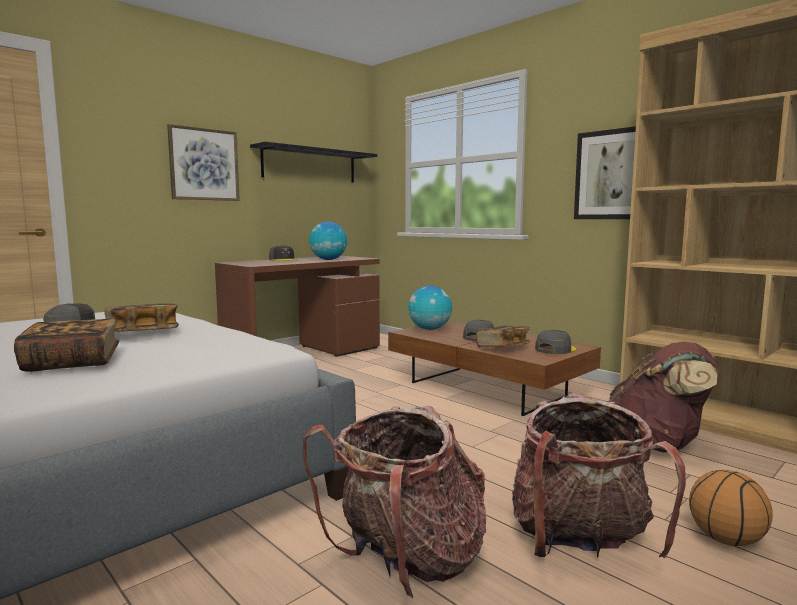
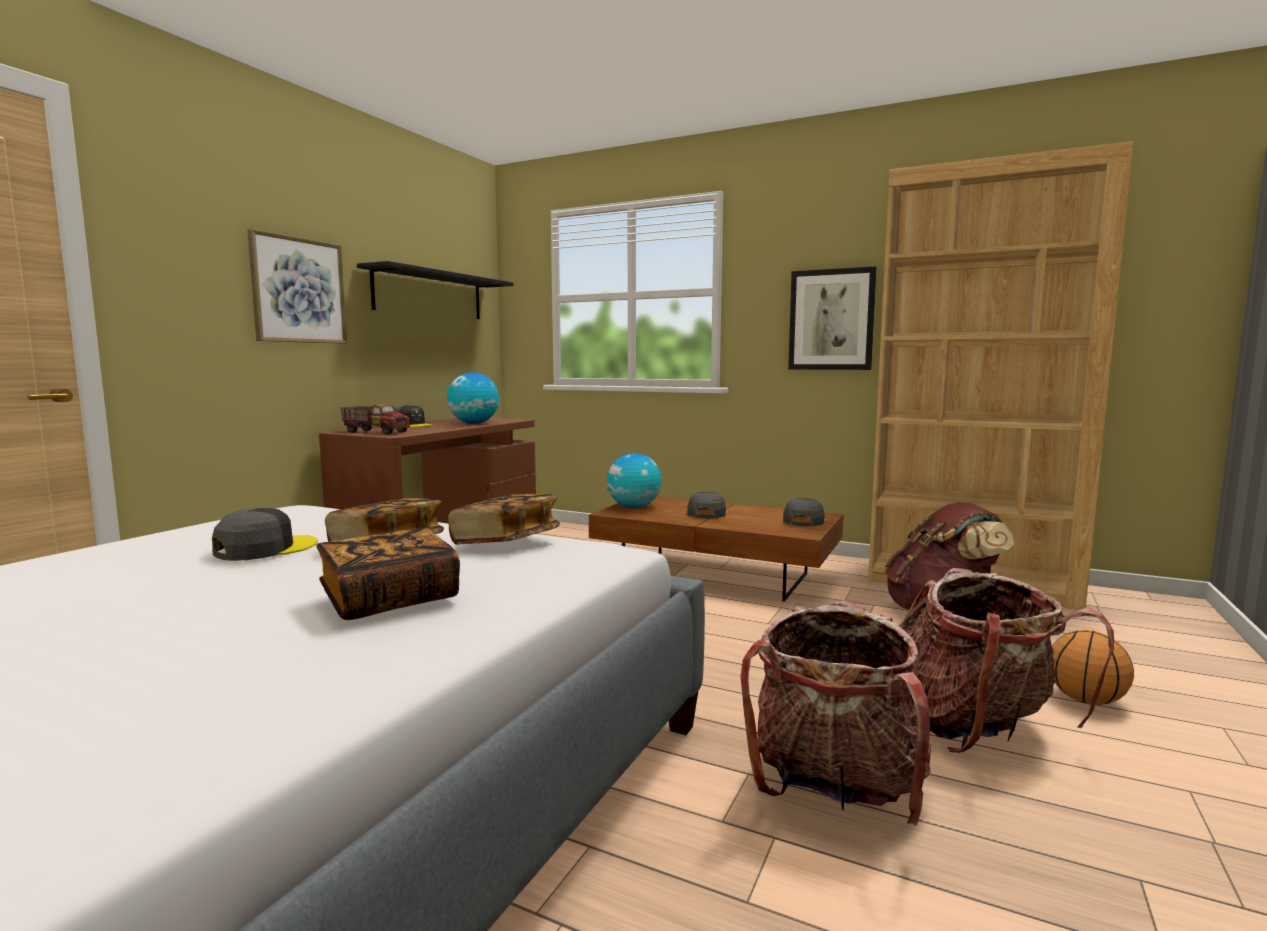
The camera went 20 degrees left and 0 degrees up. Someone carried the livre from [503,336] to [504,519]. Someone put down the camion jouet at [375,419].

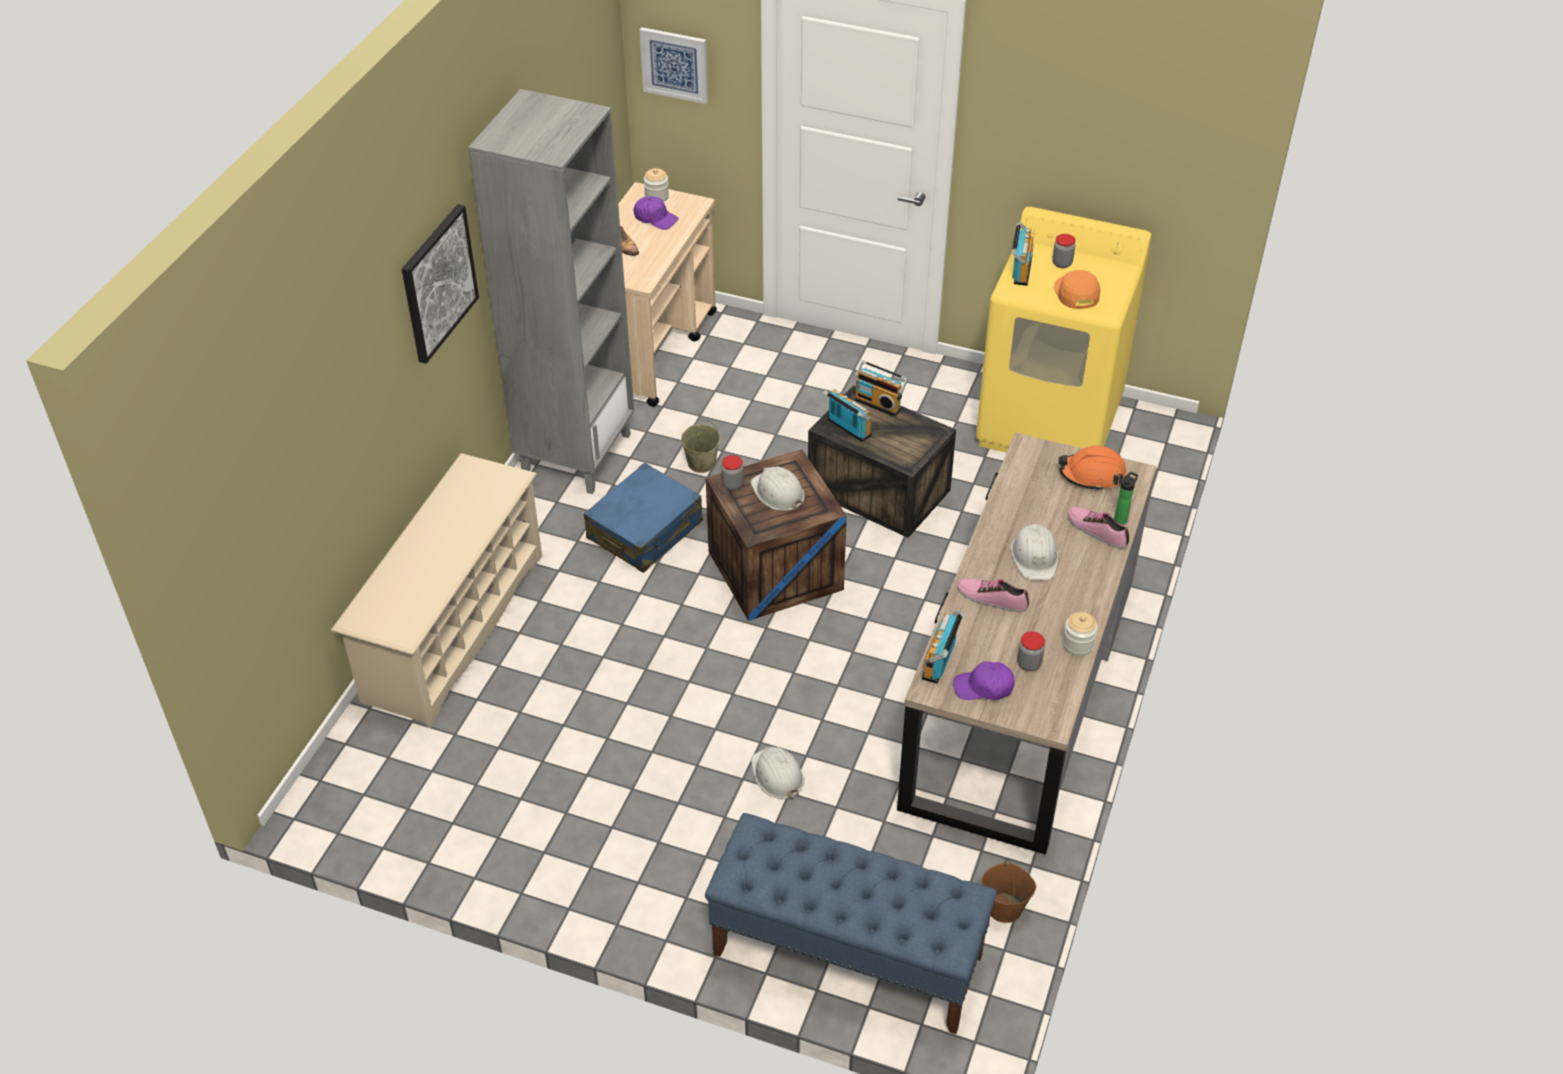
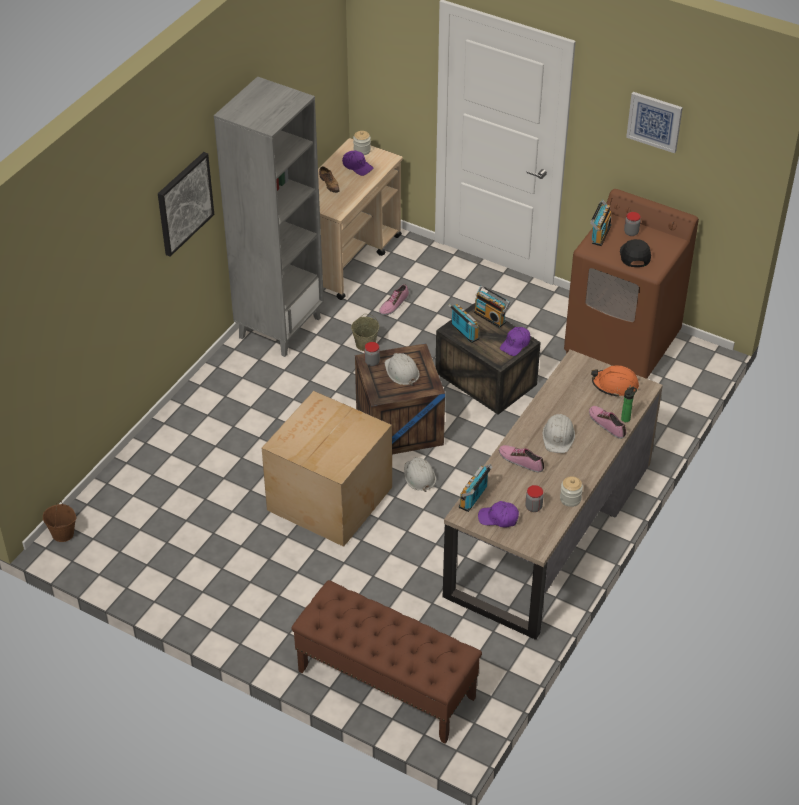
The camera went 10 degrees right and 0 degrees up. Someone carried the tableau from [673,65] to [654,122]. Someone repainted the lave-linge/jaune at [1064,330], which became the lave-linge/marron at [631,284]. Someone repainted the casquette/orange at [1077,289], which became the casquette/noir at [635,253]. Someone took away the étagère à chaussures/beige at [436,590]. Someone took away the valise/bleu at [643,518]. Someone carried the casque de chantier/blanc from [777,773] to [420,474]. Someone repainted the banc/bleu at [851,923], which became the banc/marron at [386,662]. Someone carried the seau/marron from [1009,891] to [59,522]. Someone put down the chaussure at [394,299]. Someone put down the casquette/violet at [515,341]. Someone put down the carton at [327,469].

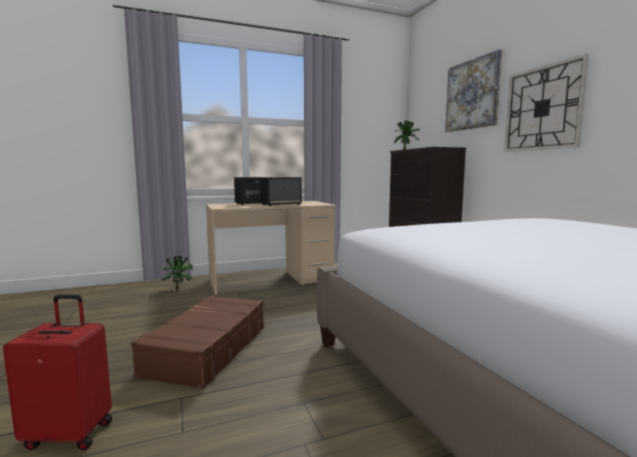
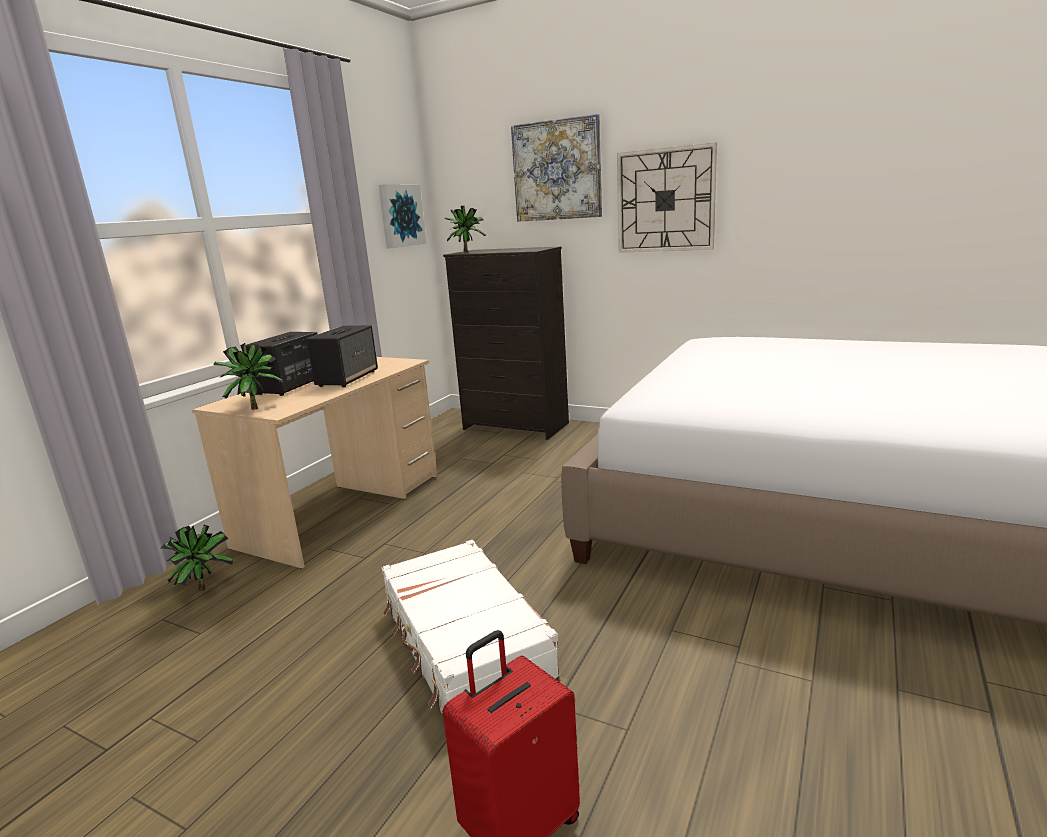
The camera went 40 degrees left and 10 degrees up. Someone repainted the valise/marron at [197,342], which became the valise/blanc at [470,626]. Someone put up the tableau at [402,216]. Someone put down the plante en pot at [248,376].

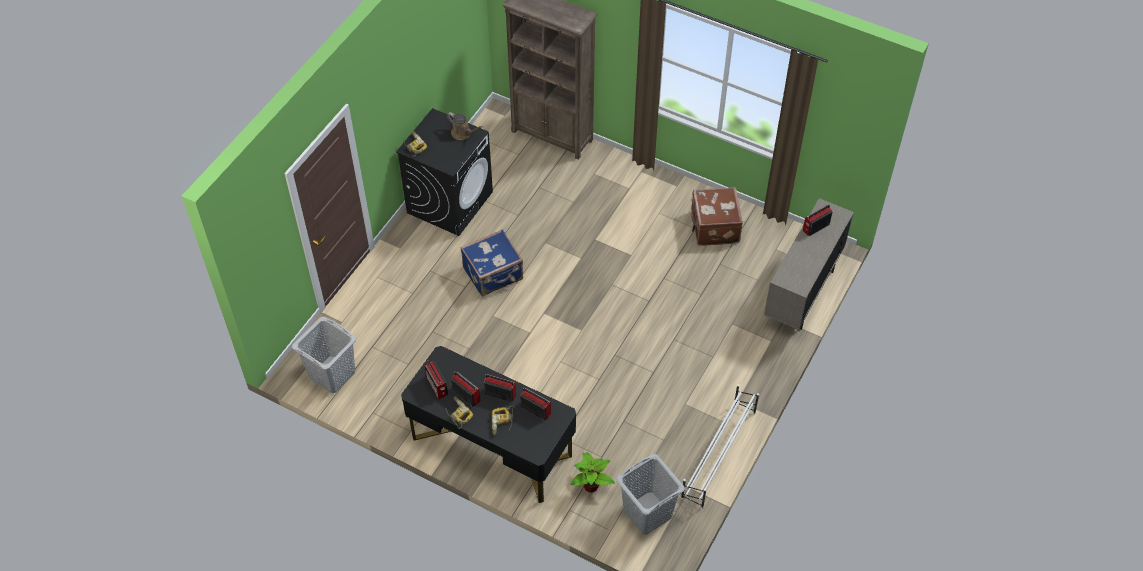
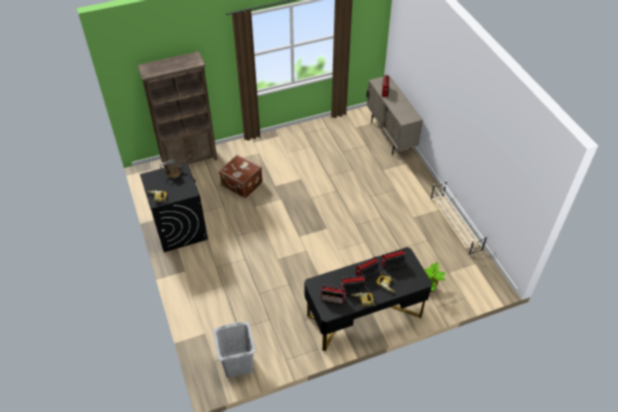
The camera went 50 degrees left and 5 degrees down. Someone carried the valise/marron from [717,216] to [241,176]. Someone took away the valise/bleu at [491,262]. Someone took away the panier à linge/gris at [650,494].

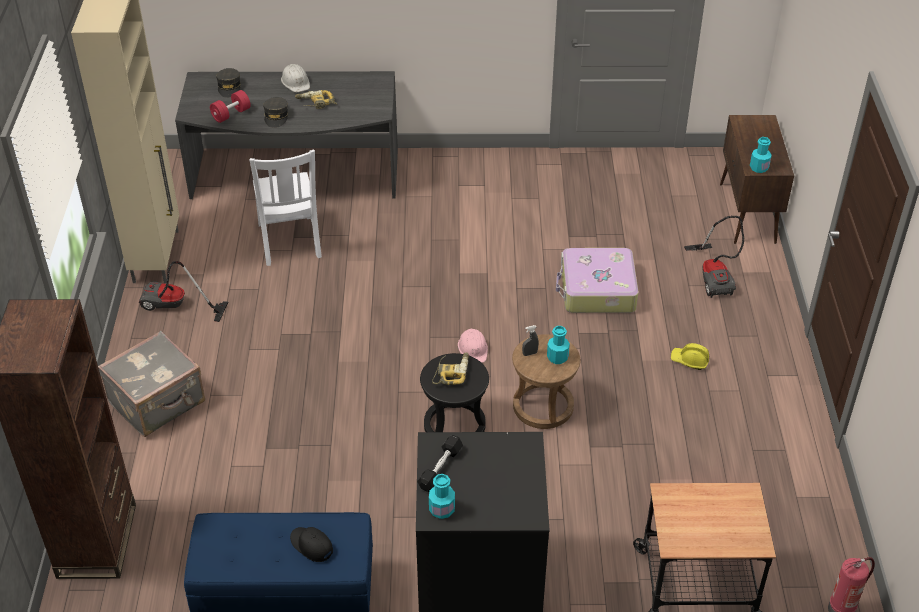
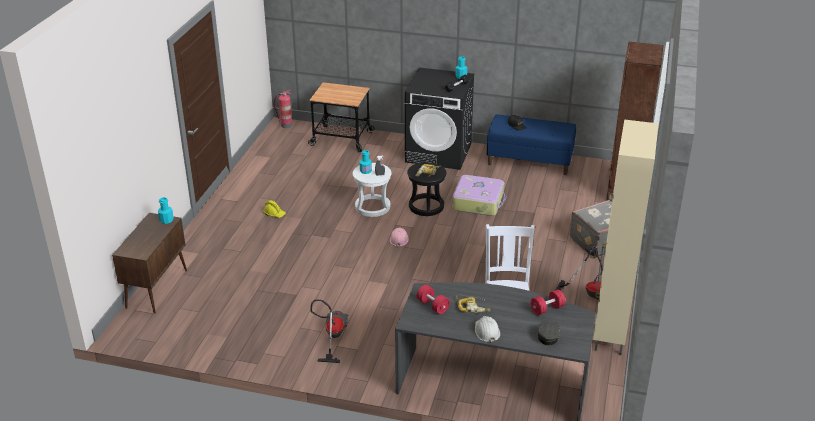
The camera went 165 degrees left and 10 degrees down. Someone took away the casquette/gris at [275,112]. Someone carried the aspirateur from [714,257] to [329,331]. Someone carried the valise from [597,280] to [479,195]. Someone repainted the tabouret/marron at [546,381], which became the tabouret/blanc at [372,190]. Someone put down the haltère/rouge at [433,299].

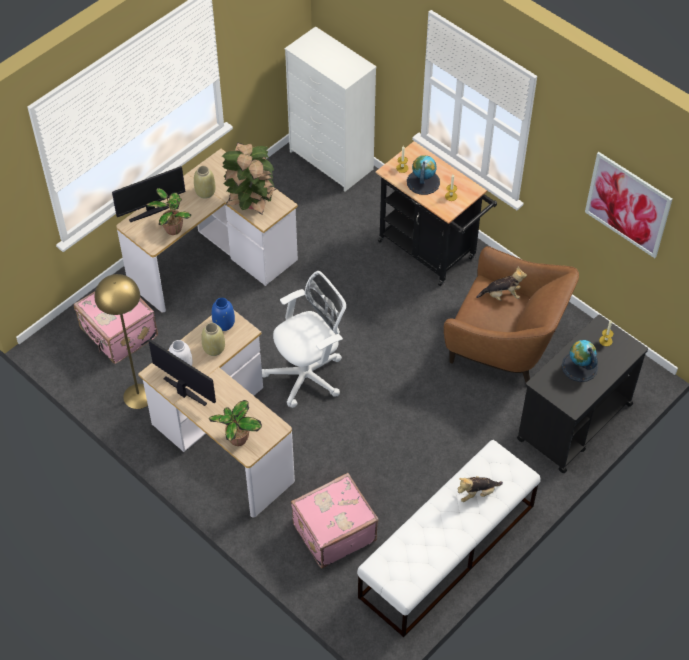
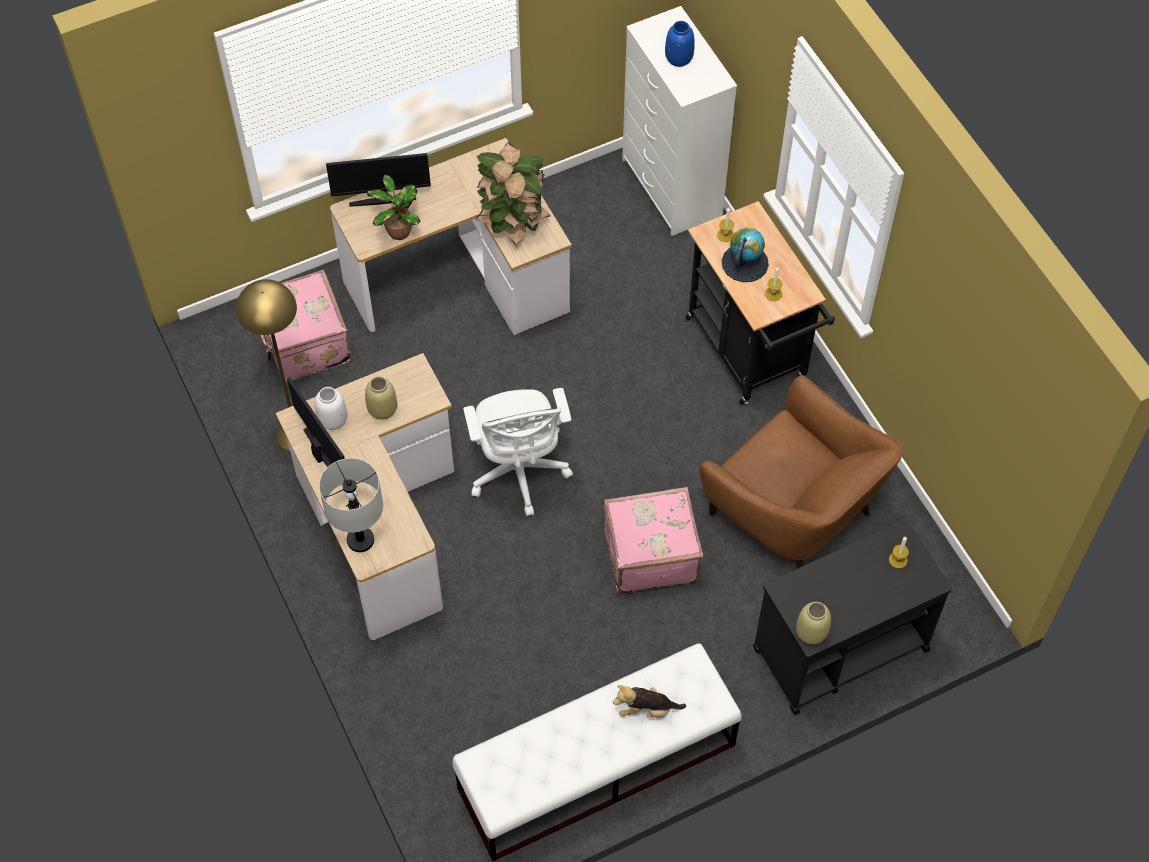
The camera went 20 degrees right and 5 degrees up. Someone took away the tableau at [628,205]. Someone carried the vase/beige from [205,182] to [813,623]. Someone took away the peluche at [501,284]. Someone rotated the chaise de bureau/blanc at [304,339] by 90 degrees clockwise. Someone carried the vase/bleu from [223,314] to [680,44]. Someone took away the globe at [580,361]. Someone swapped the plante en pot at [235,423] for the lampe de table/gris at [351,505]. Someone carried the valise/rose from [335,520] to [653,540].

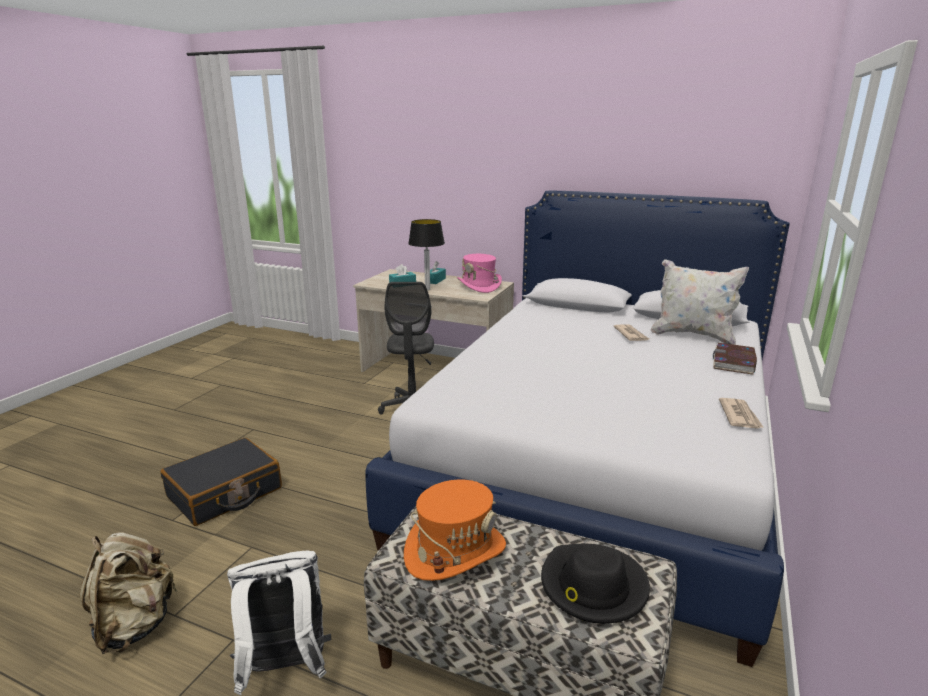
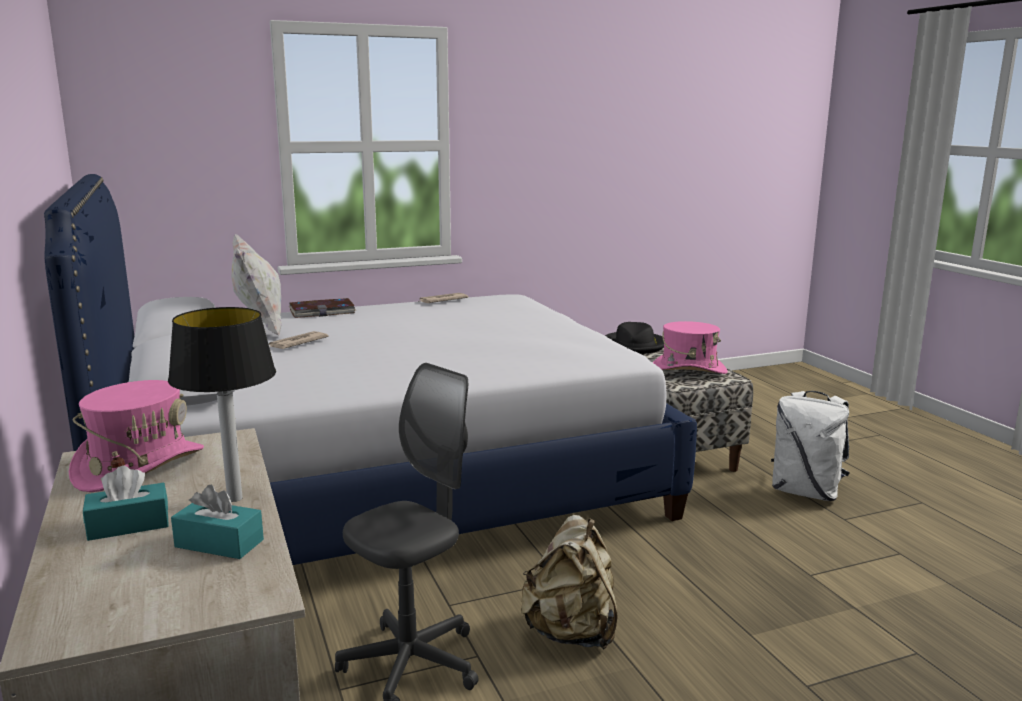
The camera went 135 degrees left and 5 degrees down. Someone took away the valise/noir at [221,482]. Someone repainted the chapeau/orange at [455,530], which became the chapeau/rose at [690,347]. Someone carried the sac à dos/beige from [129,593] to [569,582].

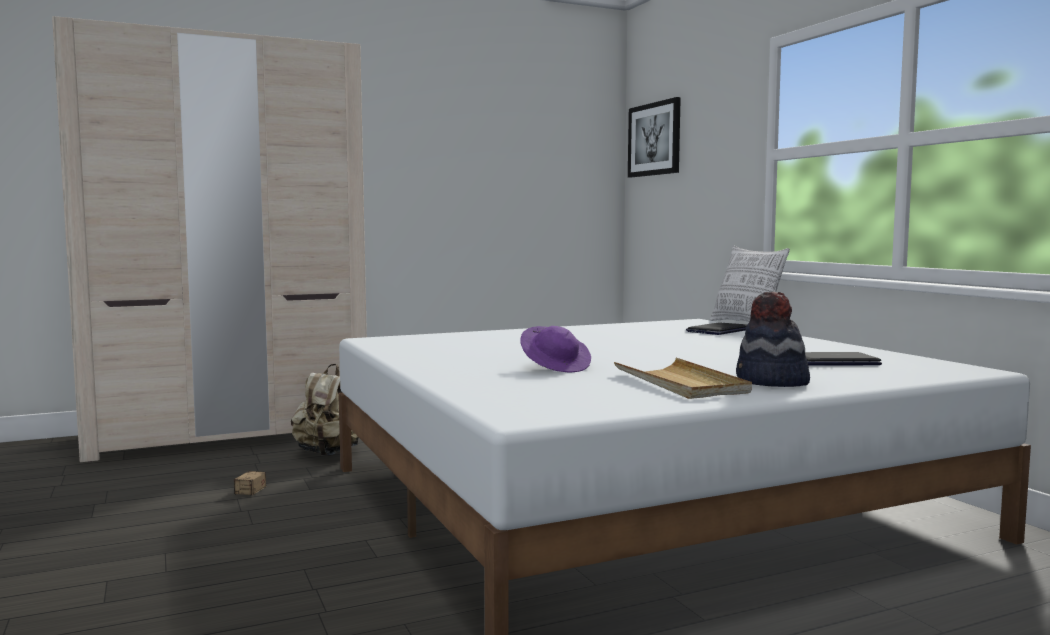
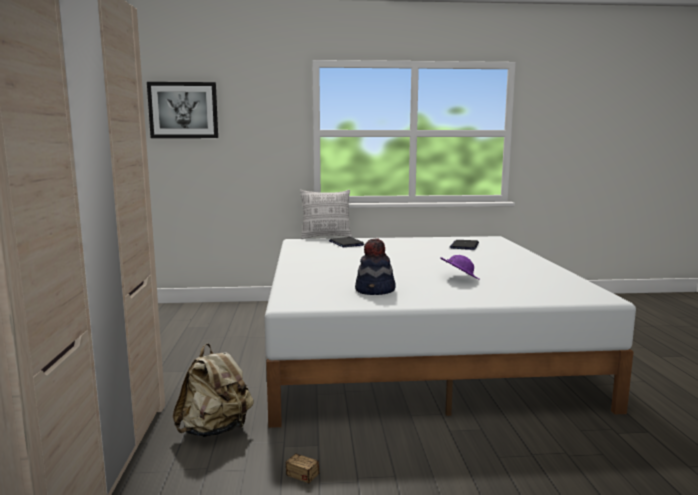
The camera went 70 degrees left and 5 degrees up. Someone carried the chapeau from [773,339] to [375,266]. Someone took away the plateau/beige at [683,378].

